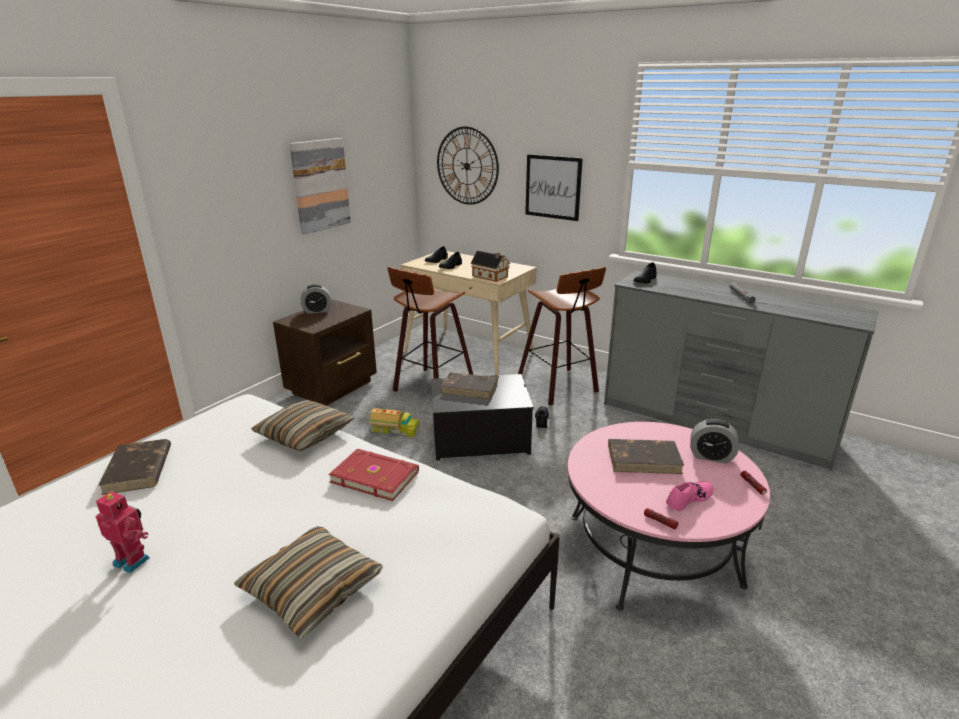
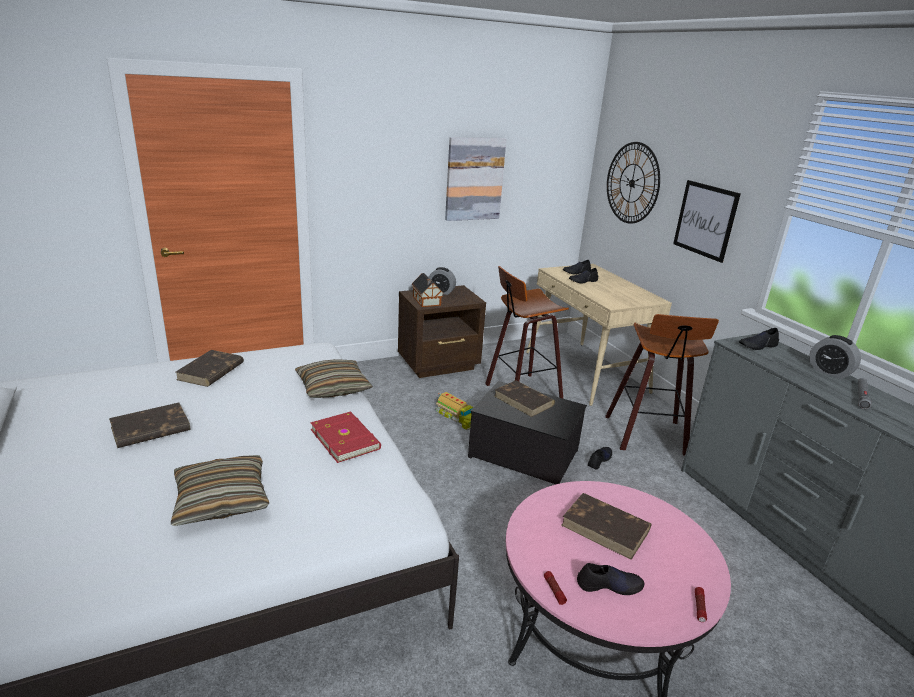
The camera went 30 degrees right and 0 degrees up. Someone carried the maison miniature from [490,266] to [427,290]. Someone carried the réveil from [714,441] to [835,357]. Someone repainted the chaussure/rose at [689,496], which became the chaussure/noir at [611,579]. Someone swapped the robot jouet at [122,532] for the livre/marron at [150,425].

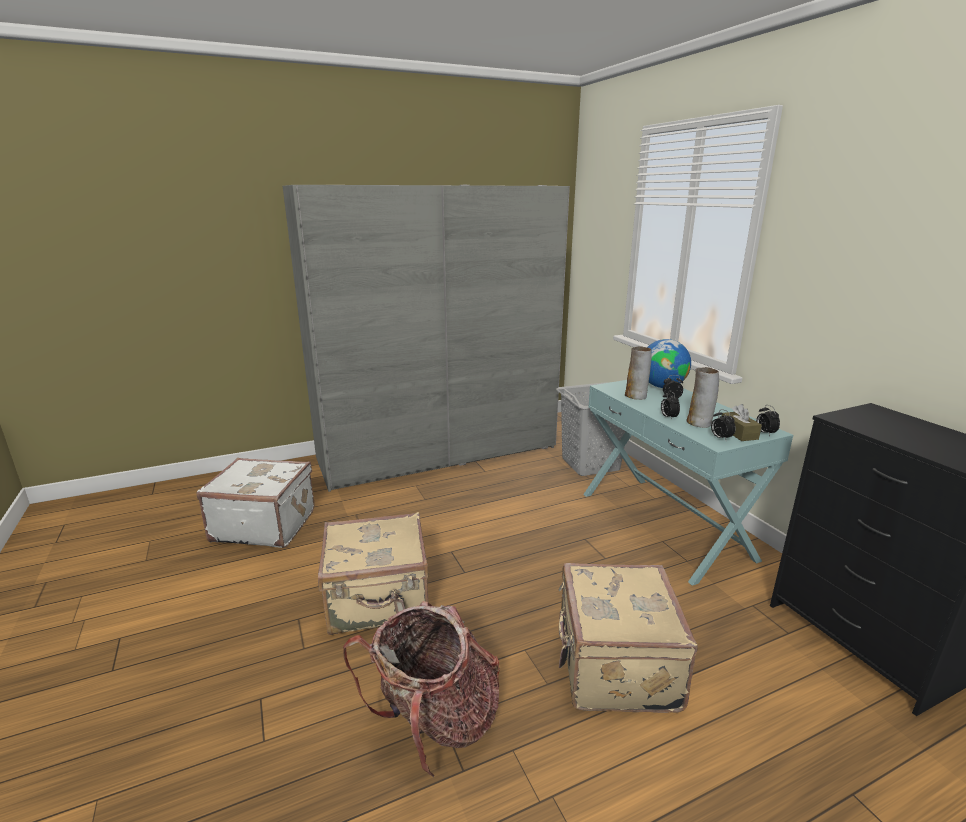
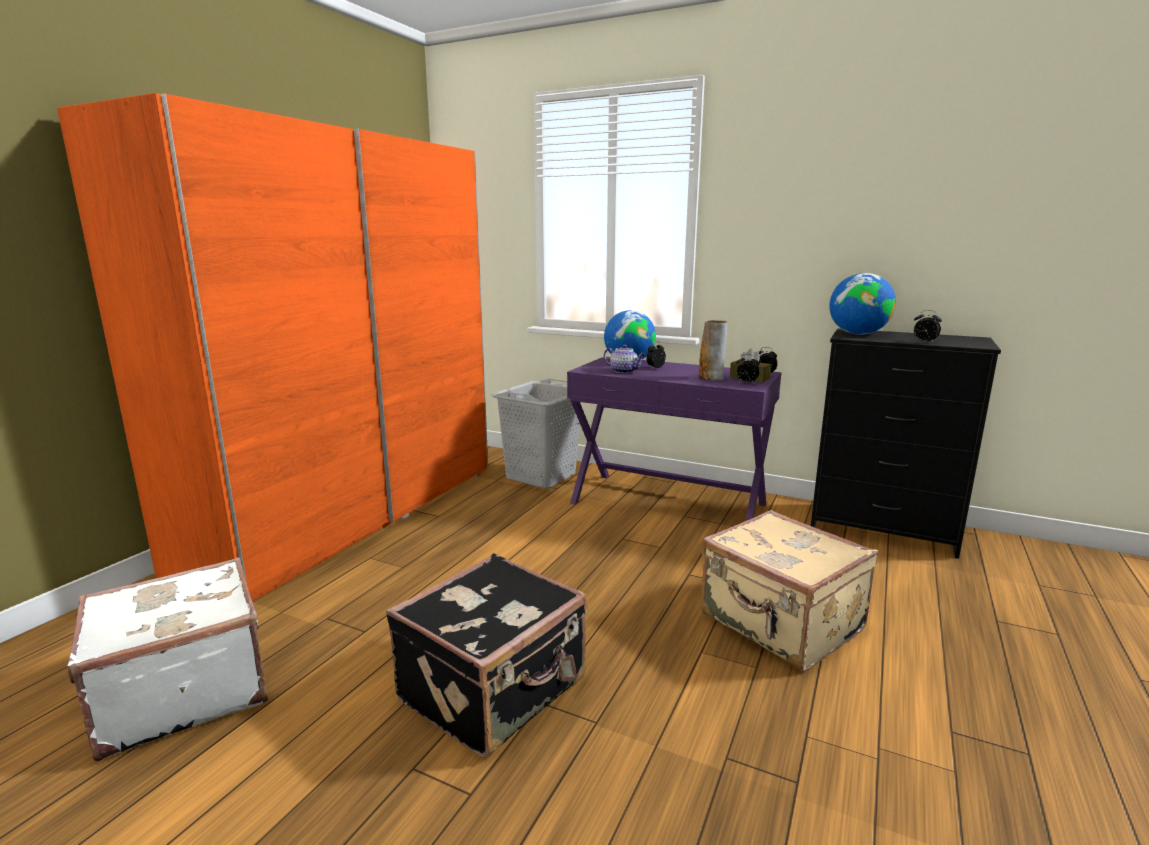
The camera went 40 degrees left and 5 degrees down. Someone repainted the armoire/gris at [426,338], which became the armoire/orange at [272,347]. Someone swapped the vase at [638,373] for the théière at [624,358]. Someone repainted the table console/turquoise at [688,483], which became the table console/violet at [674,439]. Someone carried the réveil from [670,405] to [928,326]. Someone repainted the valise/beige at [373,573], which became the valise/noir at [486,655]. Someone took away the sac à dos at [421,689]. Someone put down the globe at [862,304].

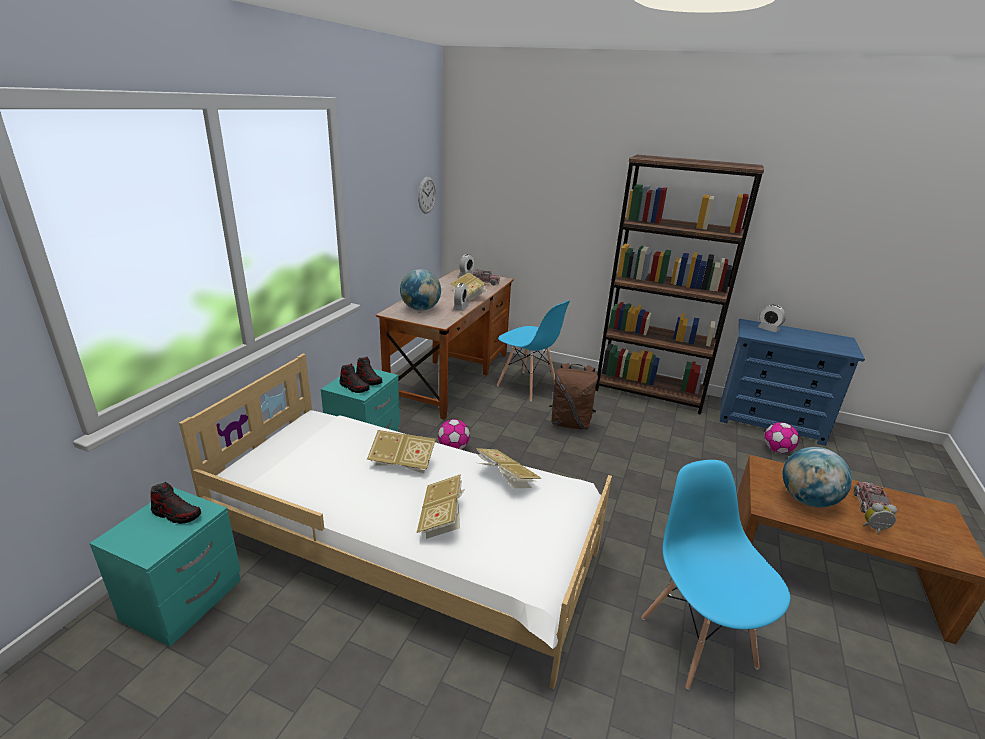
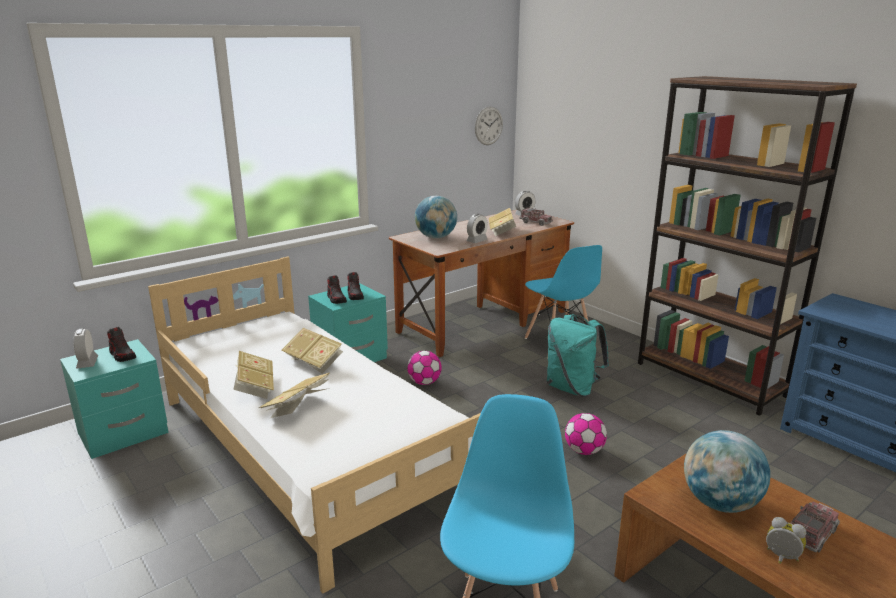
The camera went 30 degrees right and 5 degrees down. Someone carried the réveil from [772,319] to [86,349]. Someone repainted the sac à dos/marron at [573,396], which became the sac à dos/turquoise at [578,355]. Someone carried the ballon de foot from [781,437] to [586,434]. Someone carried the livre from [509,468] to [253,375].

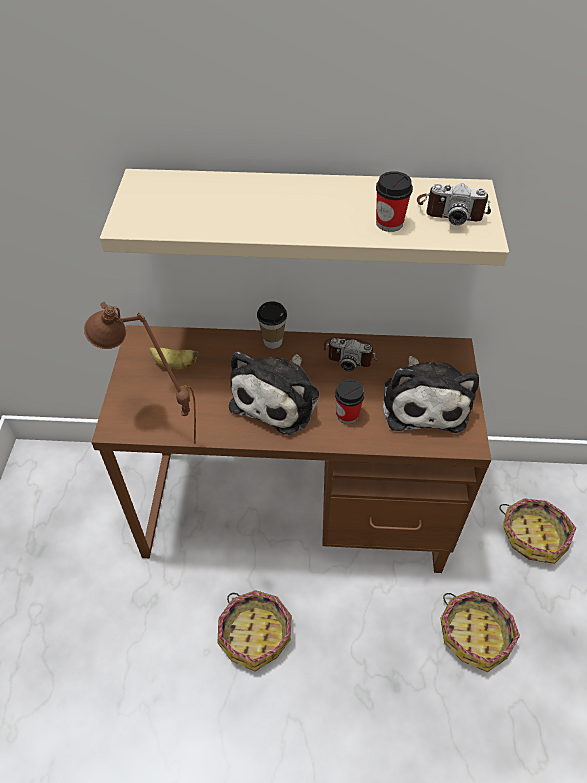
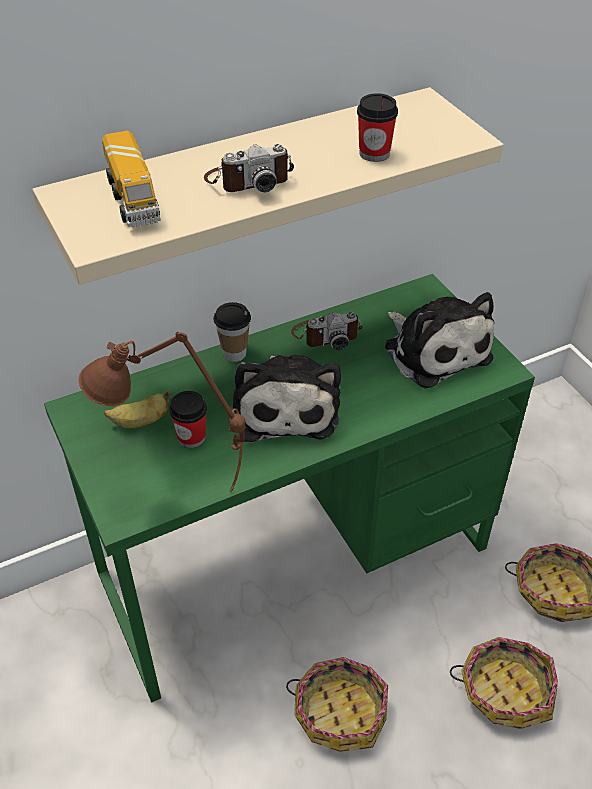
The camera went 30 degrees left and 5 degrees down. Someone carried the appareil photo from [454,204] to [249,168]. Someone repainted the bureau/marron at [291,449], which became the bureau/vert at [289,488]. Someone carried the tasse from [350,401] to [188,419]. Someone carried the panier from [537,531] to [504,683]. Someone put down the camion jouet at [131,179].

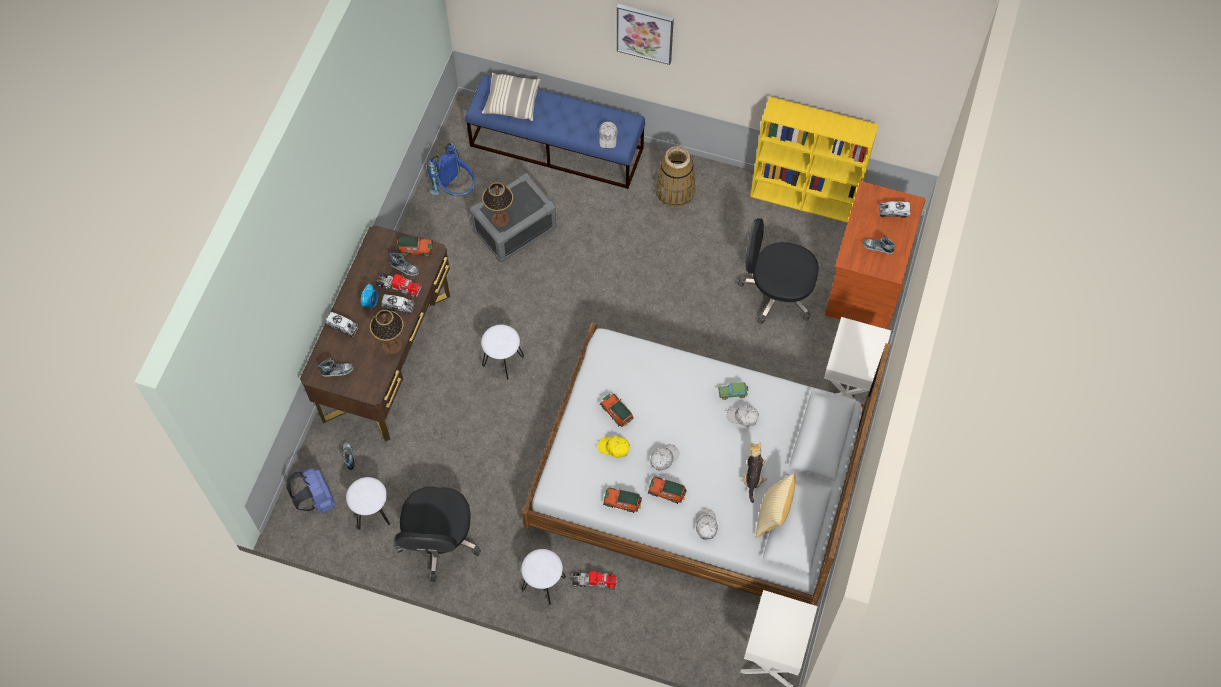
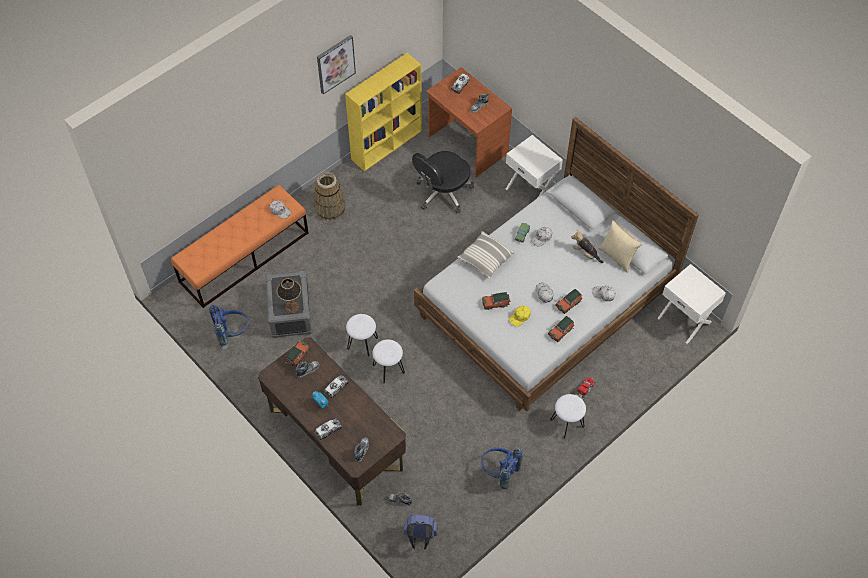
The camera went 60 degrees left and 5 degrees down. Someone carried the tableau from [645,34] to [336,65]. Someone carried the coussin from [511,97] to [487,255]. Someone repainted the banc/bleu at [555,132], which became the banc/orange at [240,246]. Someone took away the camion jouet at [399,285]. Someone took away the lampe de table at [387,332]. Someone carried the tabouret/blanc from [368,503] to [362,335]. Someone swapped the chaise de bureau/noir at [438,534] for the sac à dos/bleu at [502,468].

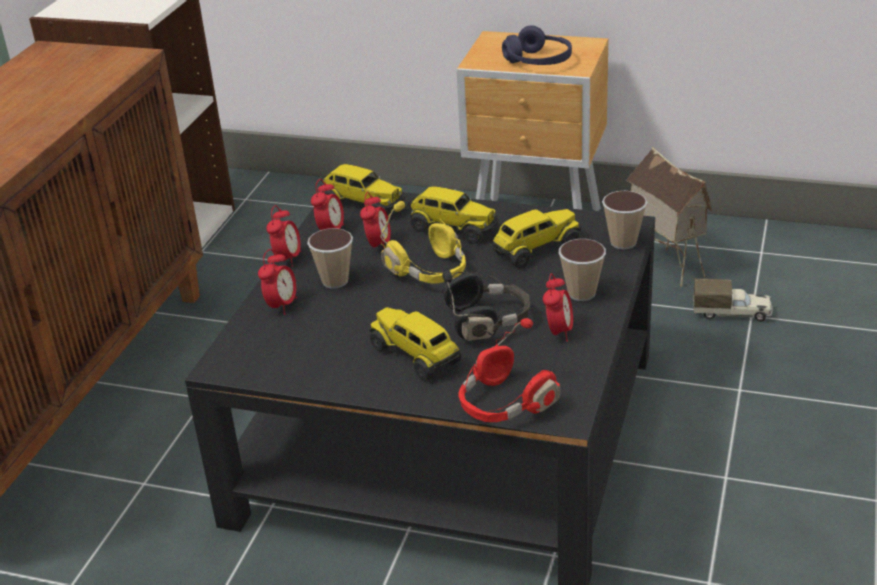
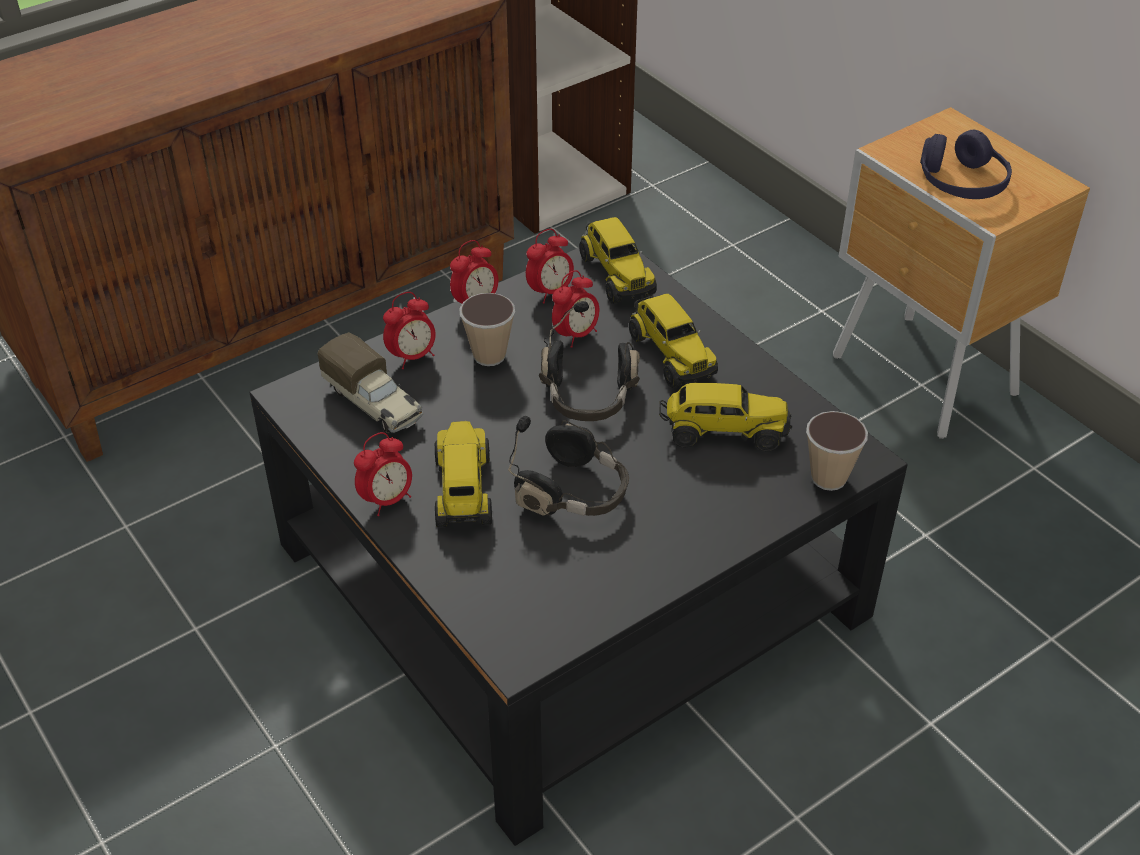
The camera went 35 degrees right and 10 degrees up. Someone took away the maison miniature at [669,217]. Someone repainted the casque audio/jaune at [423,242], which became the casque audio/noir at [589,361]. Someone took away the tasse at [582,270]. Someone carried the réveil from [558,307] to [383,474]. Someone carried the camion jouet from [733,299] to [370,383]. Someone took away the casque audio/rouge at [509,370].

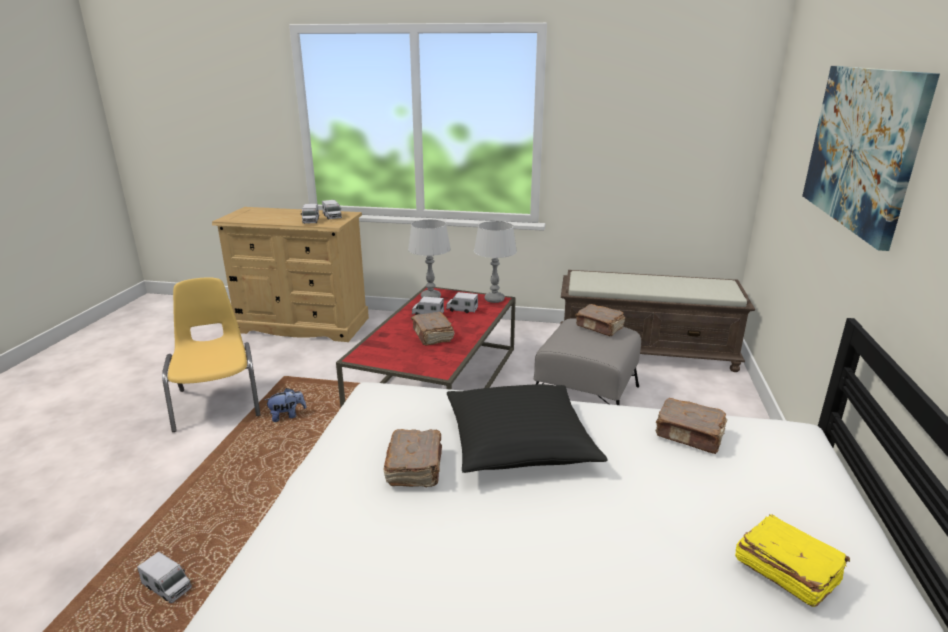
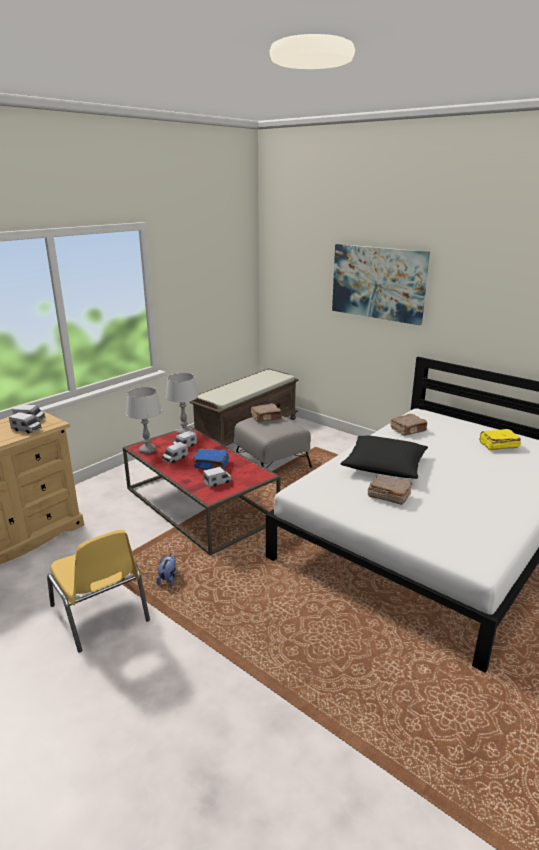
The camera went 60 degrees left and 0 degrees up. Someone rotated the chaise/jaune at [211,354] by 135 degrees counterclockwise. Someone repainted the livre/marron at [433,329], which became the livre/bleu at [211,459]. Someone carried the camion jouet from [164,577] to [217,477].

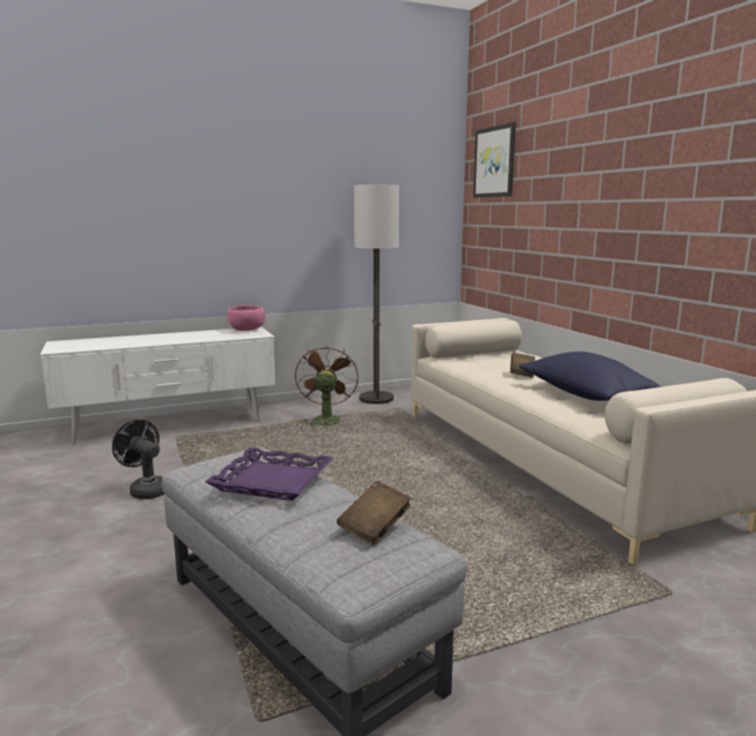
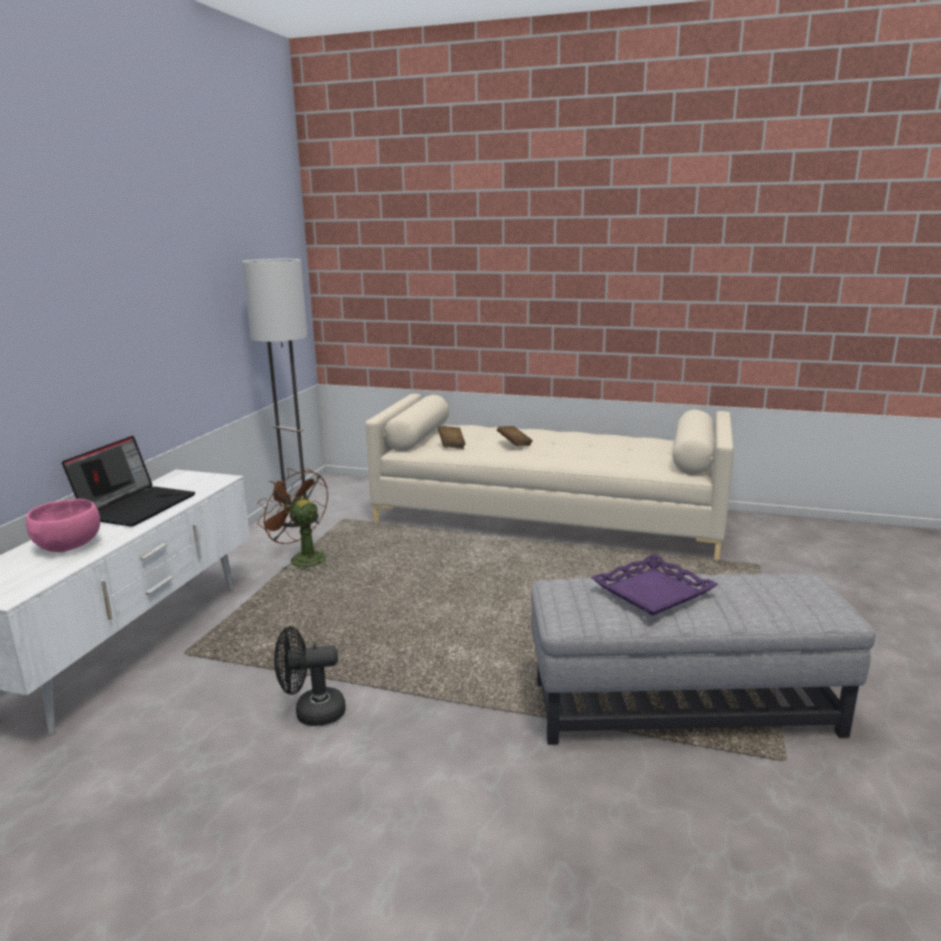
The camera went 50 degrees left and 5 degrees up. Someone took away the tableau at [494,160]. Someone carried the bol/rose from [246,318] to [63,525]. Someone took away the coussin/bleu at [590,376]. Someone carried the livre/marron from [374,513] to [452,437]. Someone put down the ordinateur portable at [129,481].

